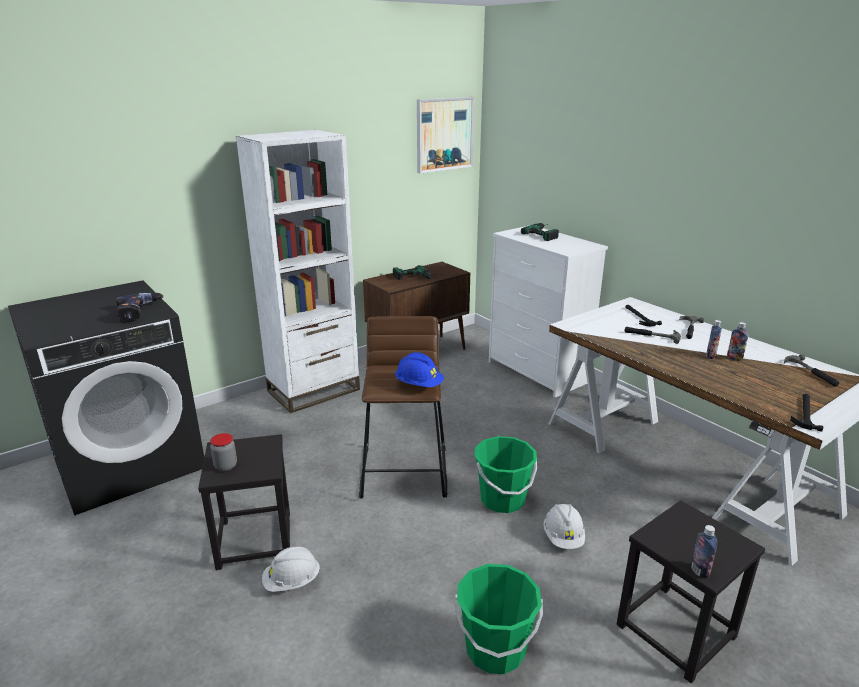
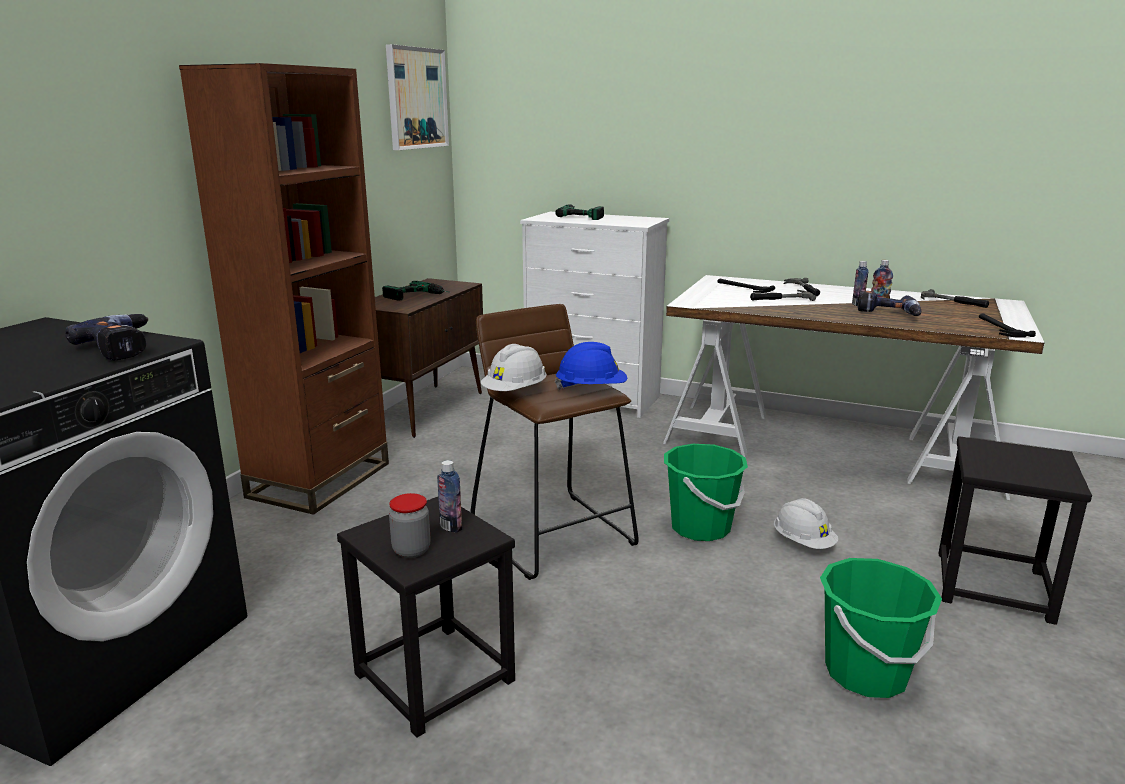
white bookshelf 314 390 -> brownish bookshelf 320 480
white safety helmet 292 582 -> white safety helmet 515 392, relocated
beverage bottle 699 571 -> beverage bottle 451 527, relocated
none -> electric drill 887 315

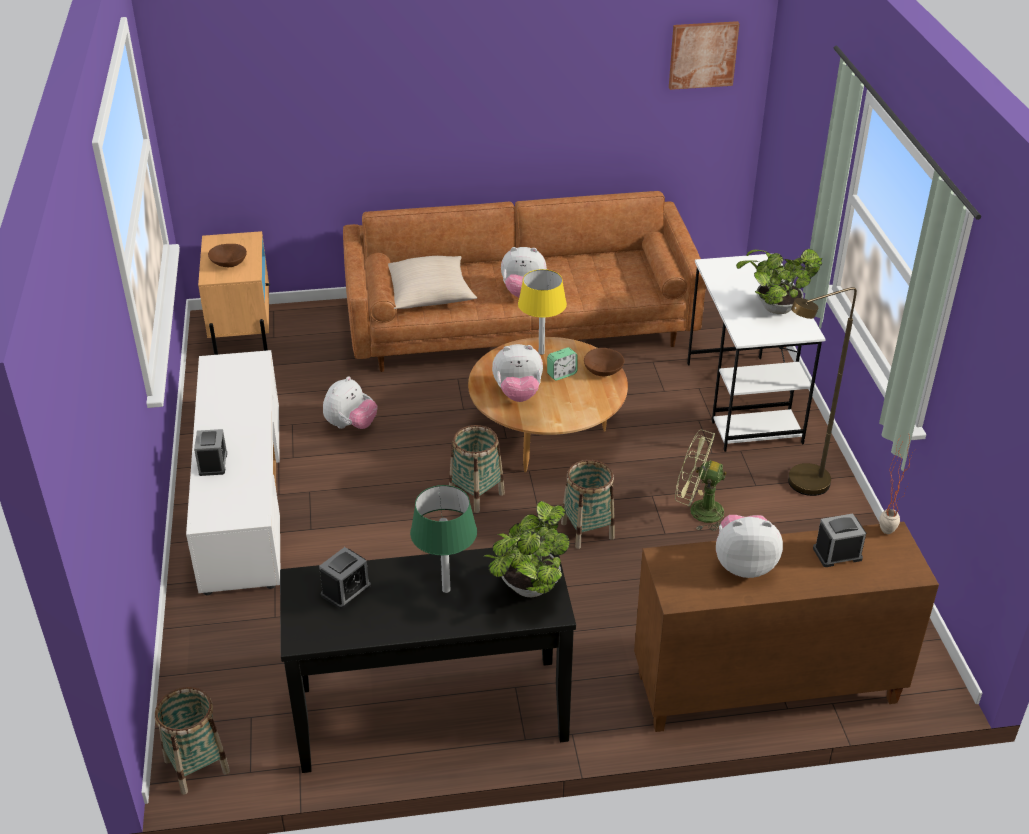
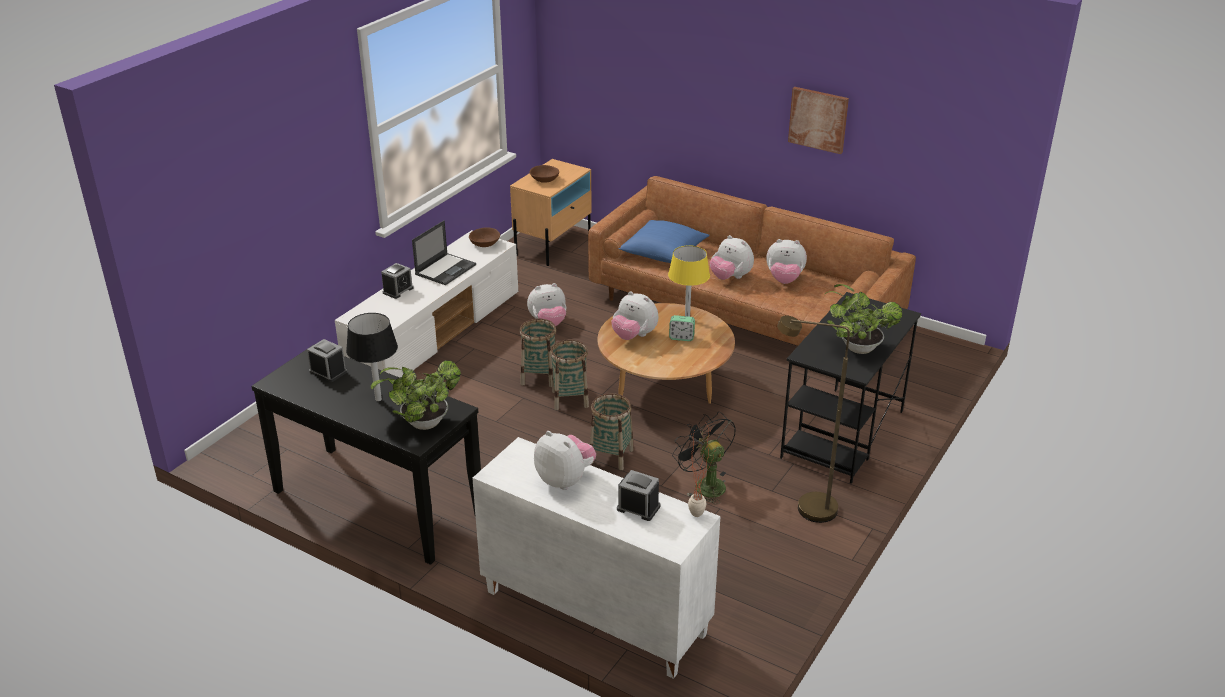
basket 196 766 -> basket 539 377, relocated
alarm clock 346 590 -> alarm clock 328 372, 135 degrees counterclockwise
beige-coloured pillow 428 295 -> blue pillow 664 253
greenish table lamp 446 590 -> black-coloured table lamp 378 399
brownish deep dish 604 370 -> brownish deep dish 485 244, relocated
brownish cupboard 765 689 -> white cupboard 593 613
picture 702 54 -> picture 818 119, relocated
greenish fan 698 511 -> black-coloured fan 704 484
white desk 743 403 -> black-coloured desk 842 434
none -> laptop 446 269
none -> cuddly toy 784 280

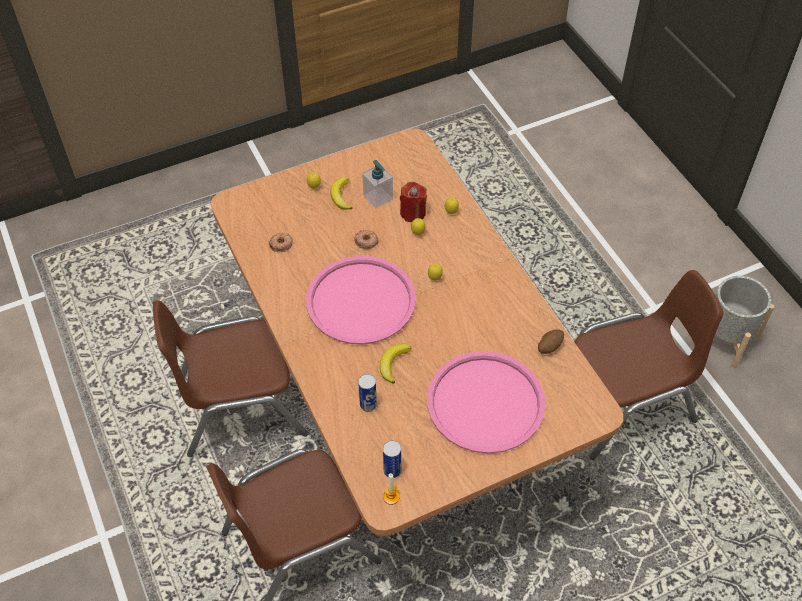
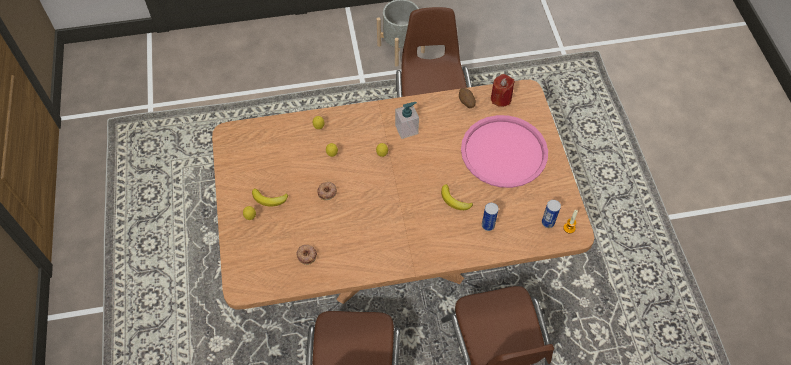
pinkish carrying tray 361 301 -> none
soap bottle 378 197 -> soap bottle 406 129, relocated
reddish candle 413 213 -> reddish candle 501 98, relocated

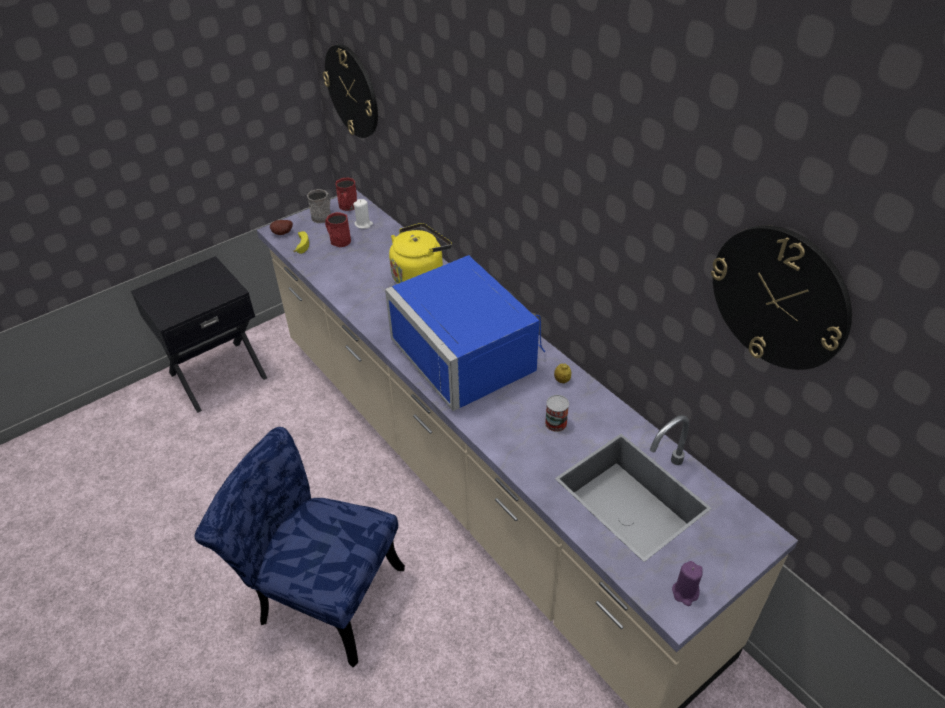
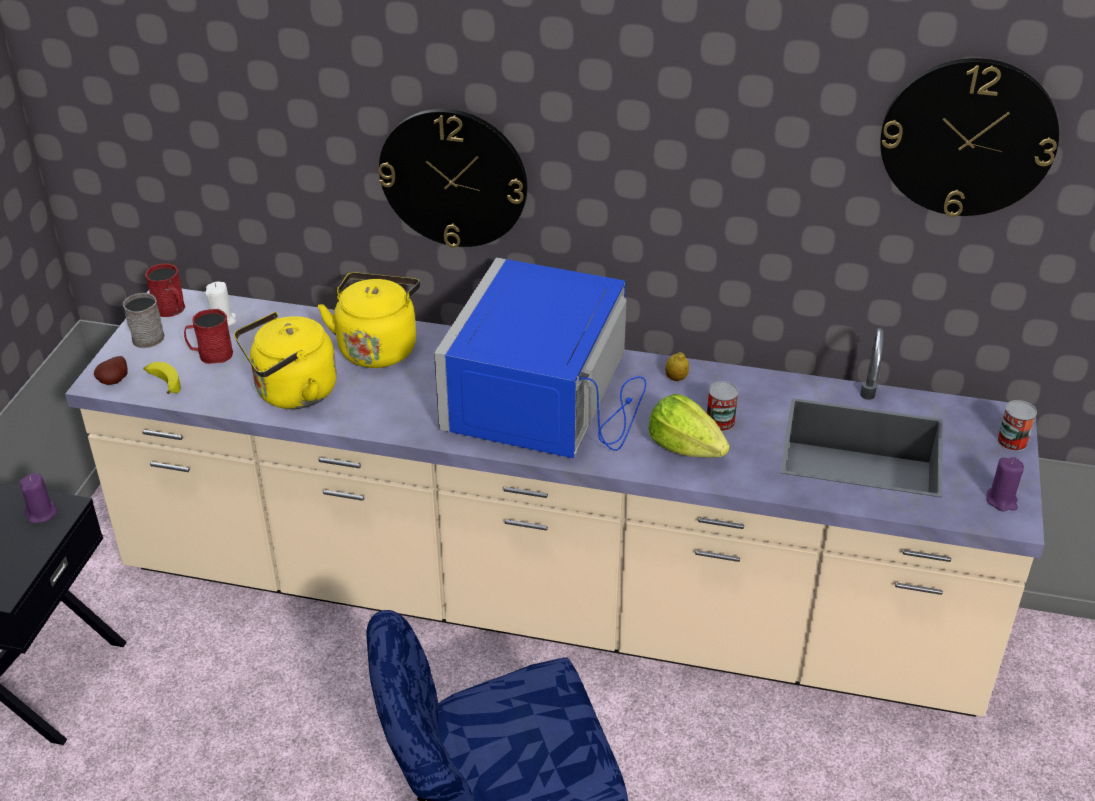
wall clock 352 91 -> wall clock 453 178, relocated
blue microwave 472 354 -> blue microwave 548 400, 90 degrees clockwise
none -> purple candle 42 513
none -> yellow-coloured water kettle 292 393
none -> lettuce head 685 447
none -> sealed can 1012 441

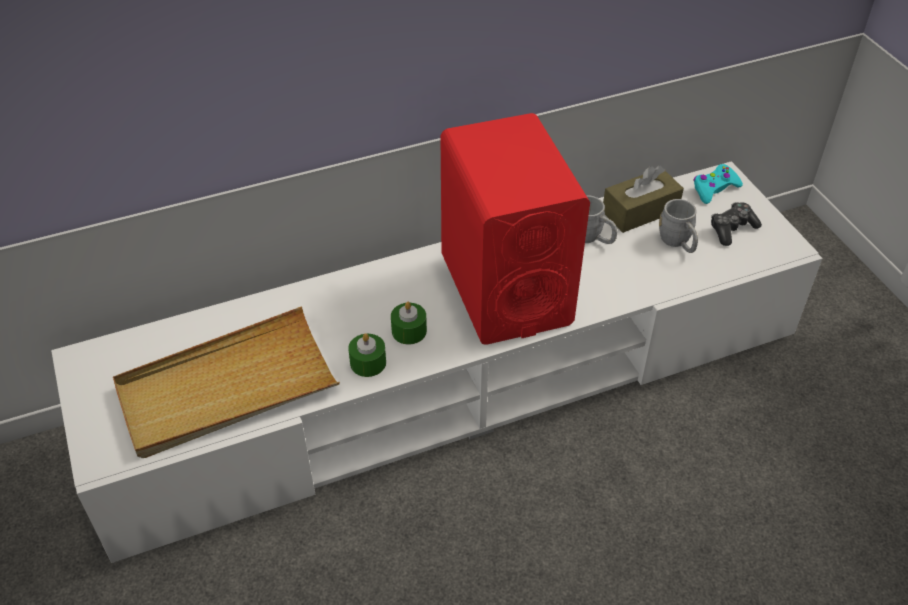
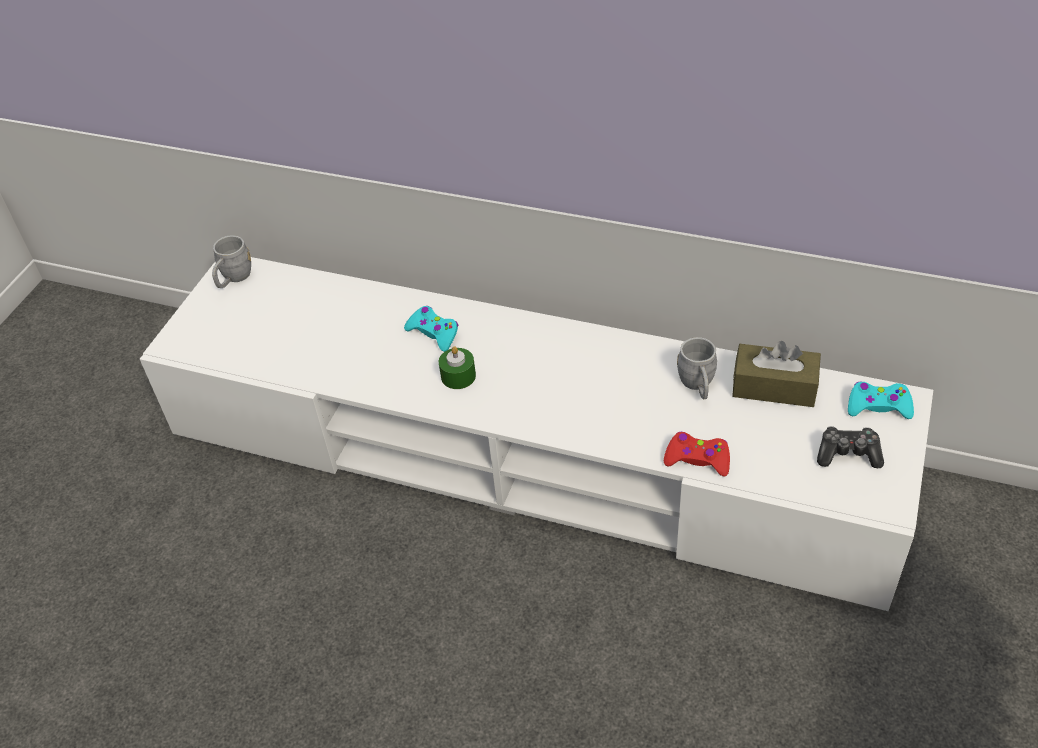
beige-coloured carrying tray 226 388 -> none
greenish candle 368 362 -> none
reddish loudspeaker 505 289 -> none
grey coffee mug 678 243 -> grey coffee mug 233 279, relocated
none -> blue-green game controller 434 333
none -> reddish game controller 697 459

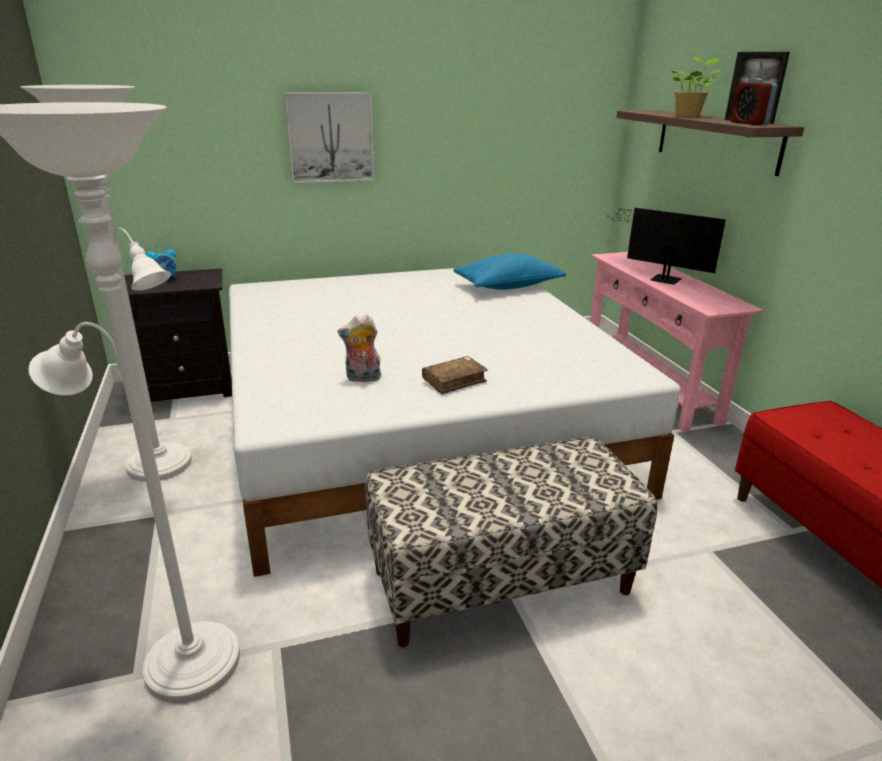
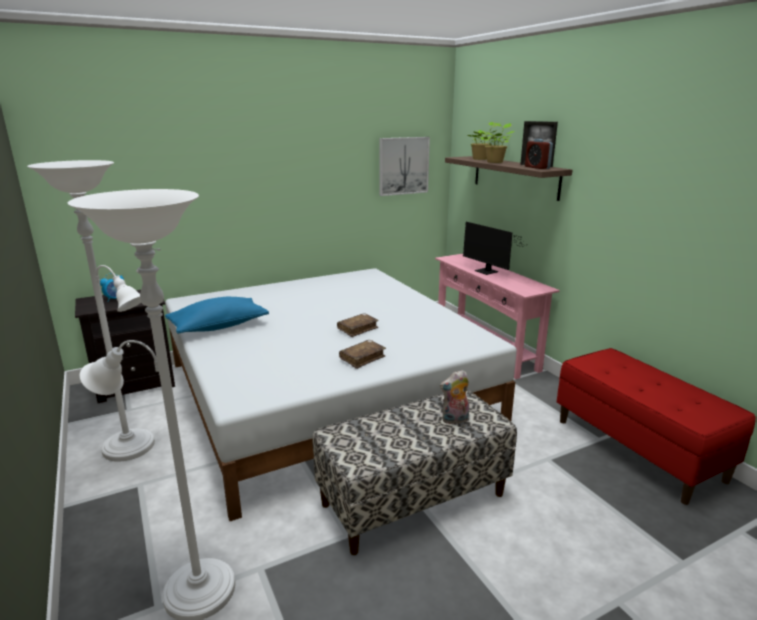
picture 330 138 -> picture 403 166, relocated
cuddly toy 362 378 -> cuddly toy 455 420, relocated
blue pillow 508 286 -> blue pillow 218 326, relocated
computer screen 661 278 -> computer screen 488 272, 150 degrees counterclockwise
none -> brownish volume 357 329
none -> houseplant 481 159

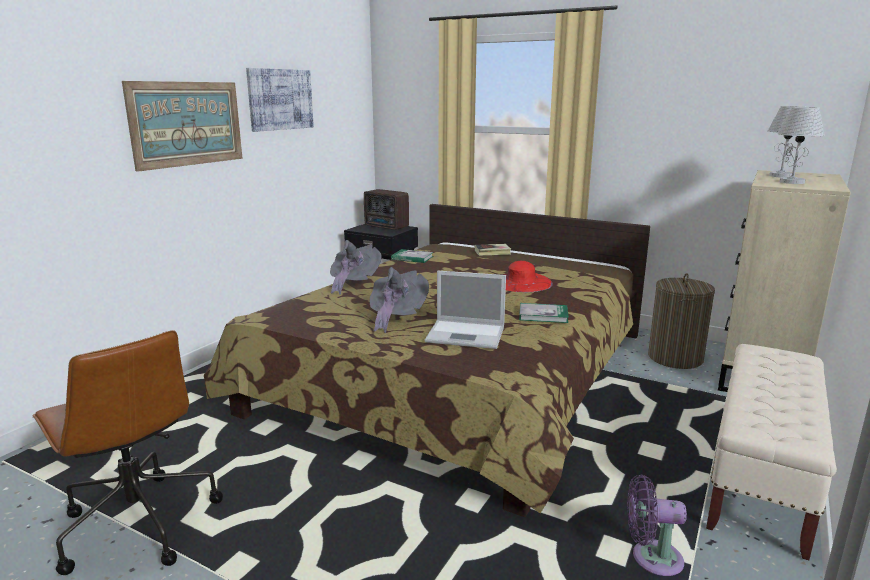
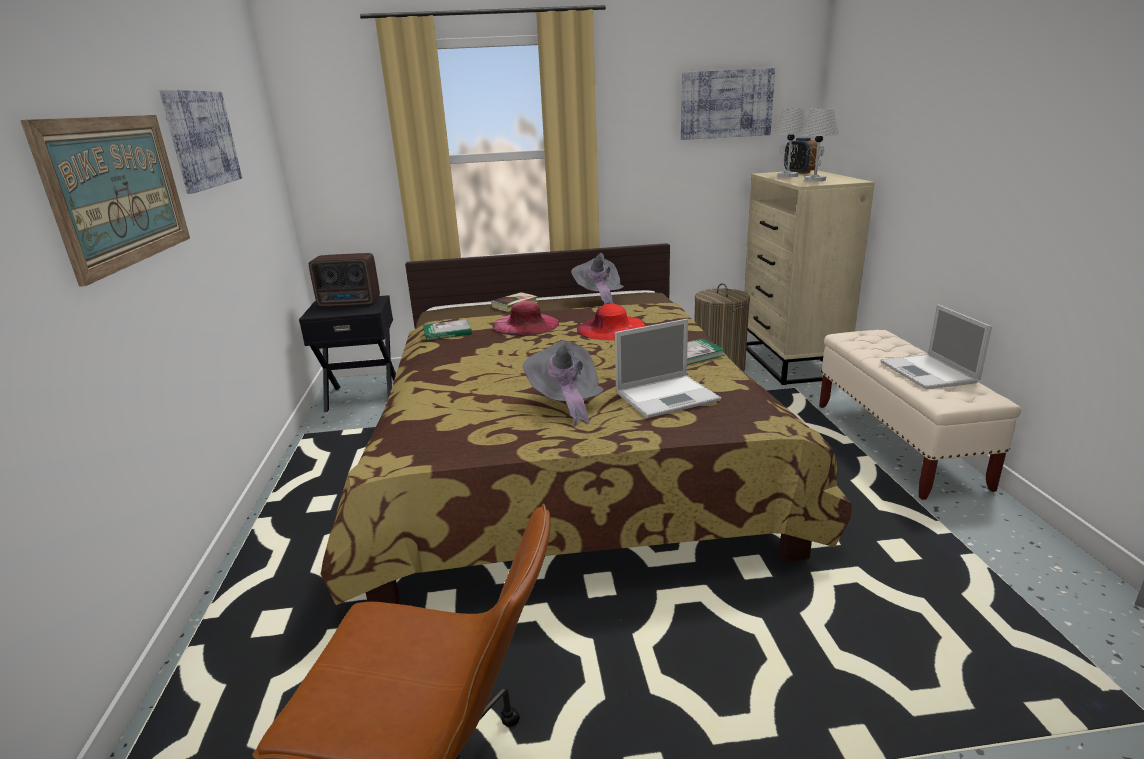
grey wearable hat 353 283 -> grey wearable hat 598 296, relocated
purple fan 651 558 -> none
none -> pinkish wearable hat 526 324
none -> picture 726 104
none -> alarm clock 799 172
none -> laptop 929 373

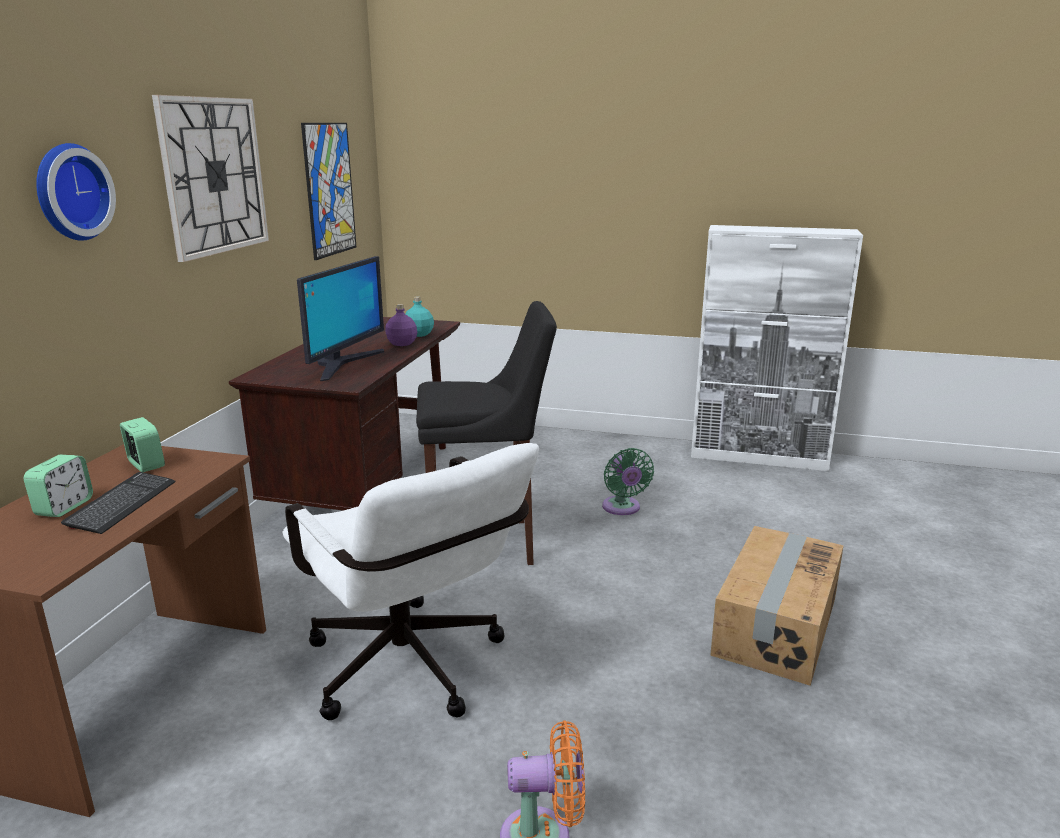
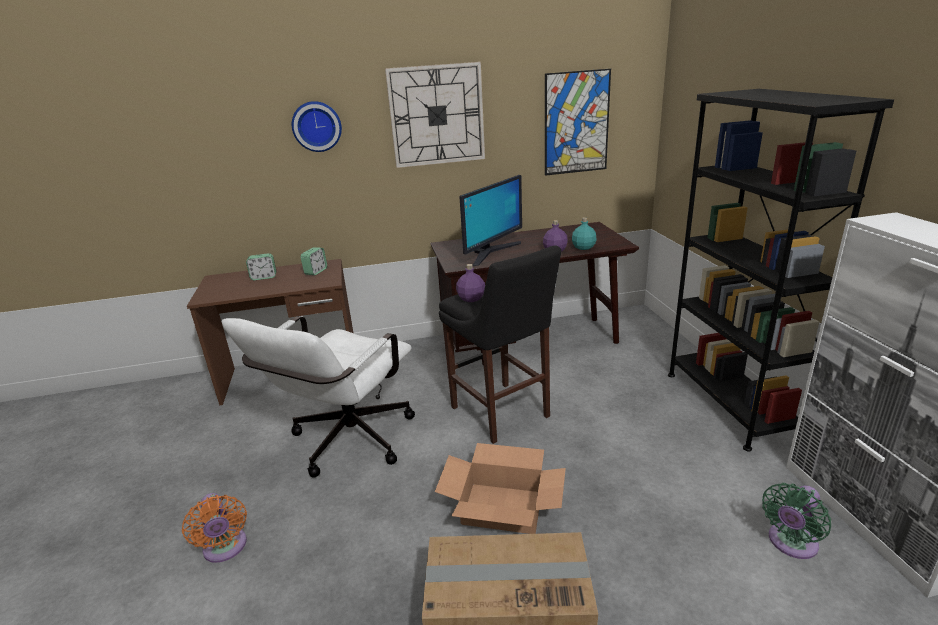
PC keyboard 122 504 -> none
computer screen 343 364 -> computer screen 491 252, 45 degrees counterclockwise
greenish fan 622 508 -> greenish fan 790 543, relocated
none -> carton 502 507
none -> purple beverage bottle 471 299
none -> black-coloured bookshelf 729 403

